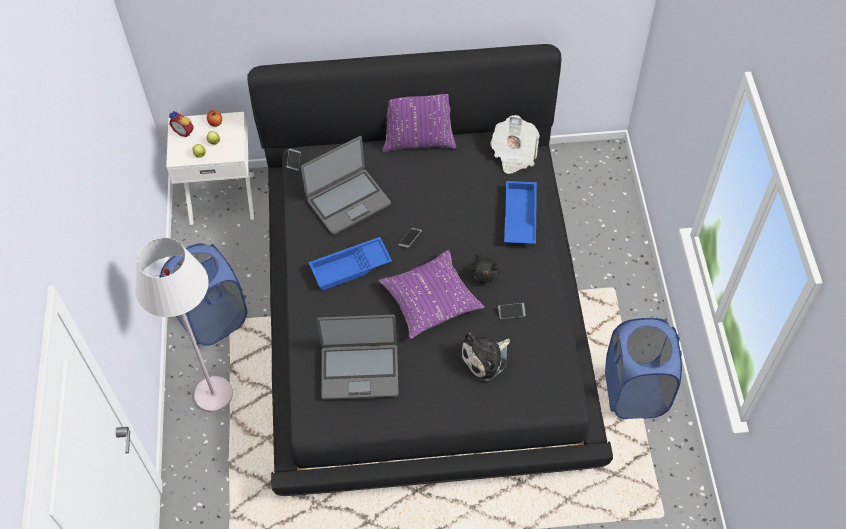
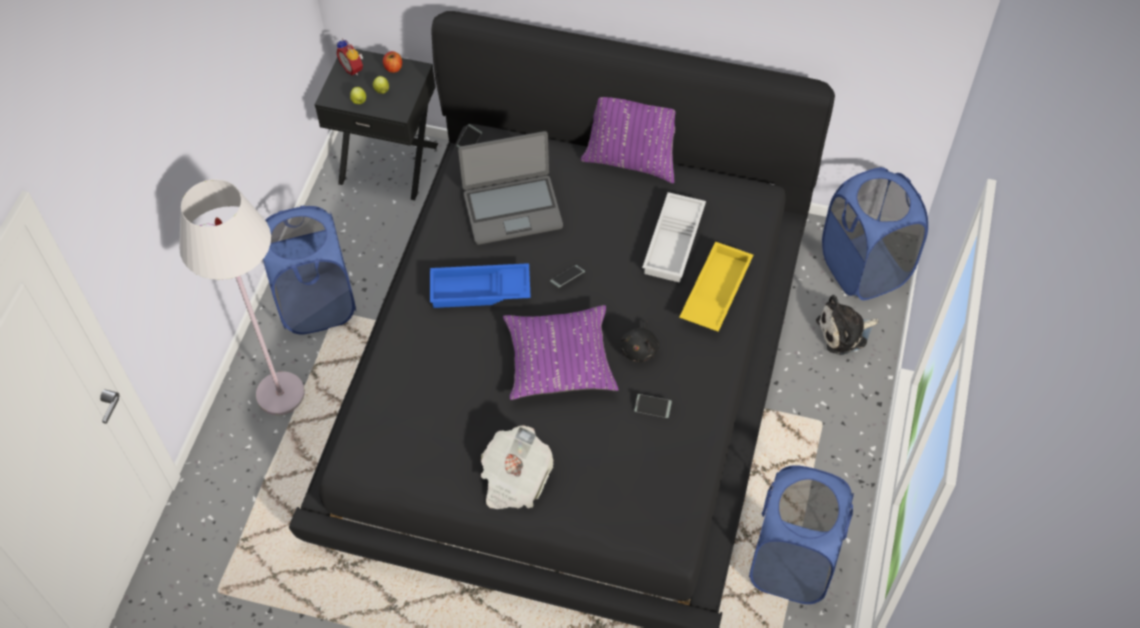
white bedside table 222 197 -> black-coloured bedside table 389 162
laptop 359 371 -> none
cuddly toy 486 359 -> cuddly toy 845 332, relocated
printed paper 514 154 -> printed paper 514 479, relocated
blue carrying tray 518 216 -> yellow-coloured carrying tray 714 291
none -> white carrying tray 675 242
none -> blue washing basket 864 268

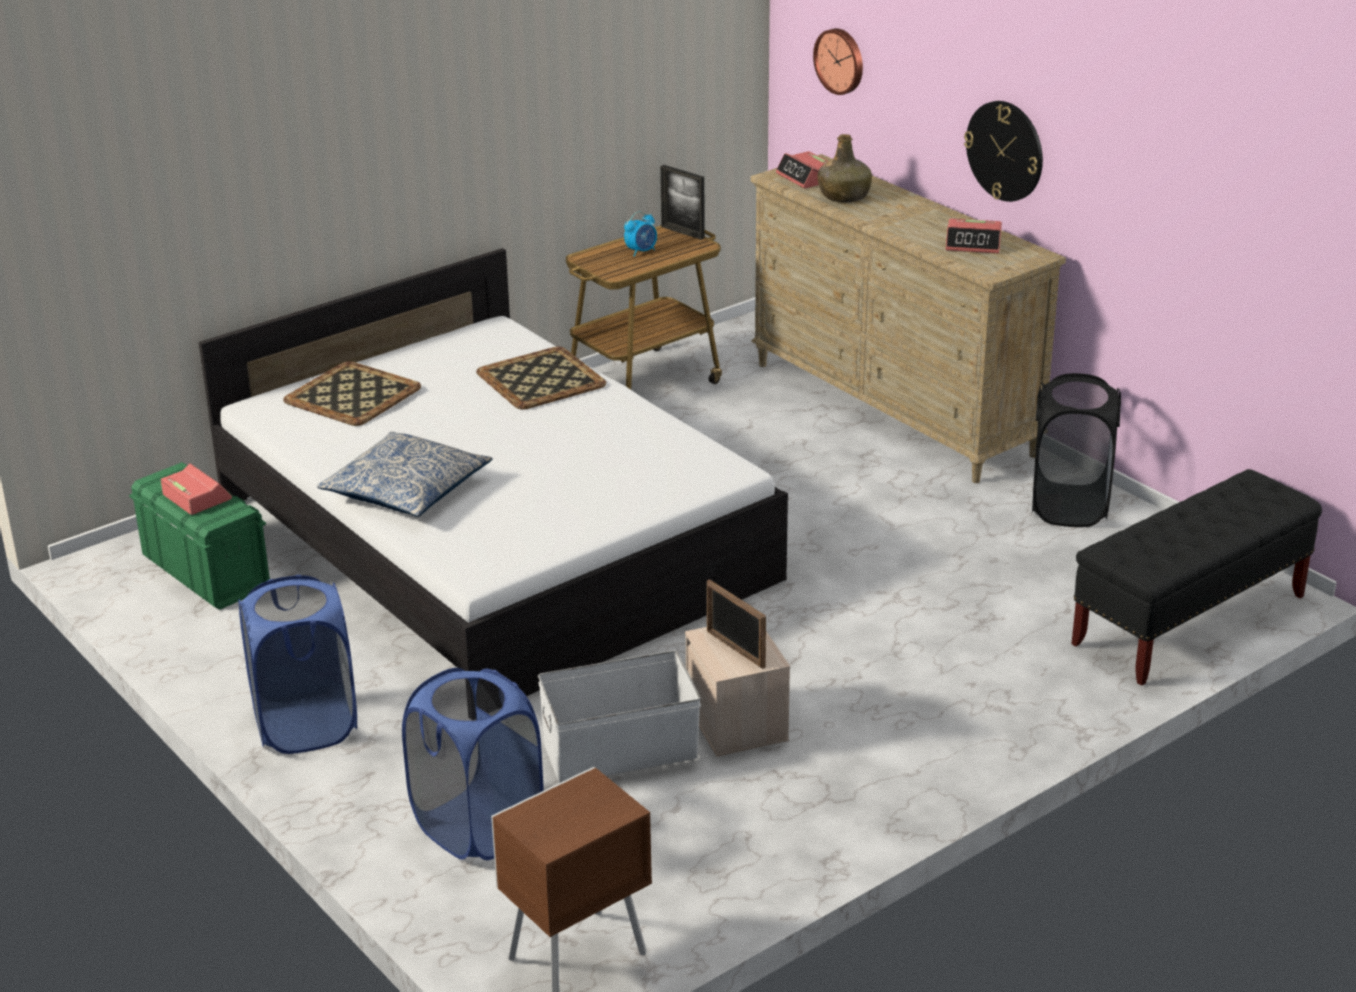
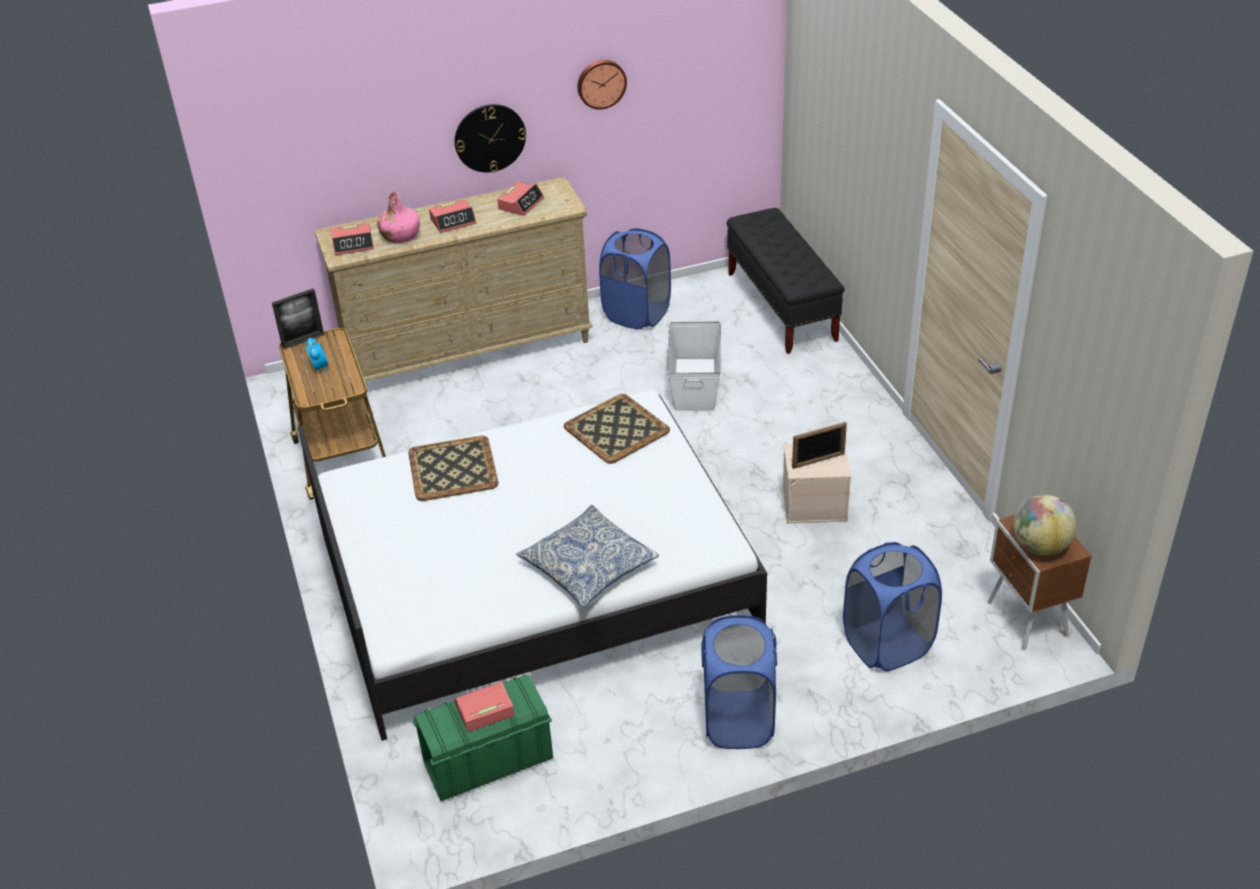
carrying tray 354 394 -> carrying tray 616 428, relocated
white storage container 621 751 -> white storage container 695 384, relocated
wall clock 840 60 -> wall clock 601 83, relocated
greenish beverage bottle 844 196 -> pinkish beverage bottle 400 236
black-coloured washing basket 1069 506 -> blue washing basket 637 314
none -> alarm clock 453 221
none -> globe 1040 546

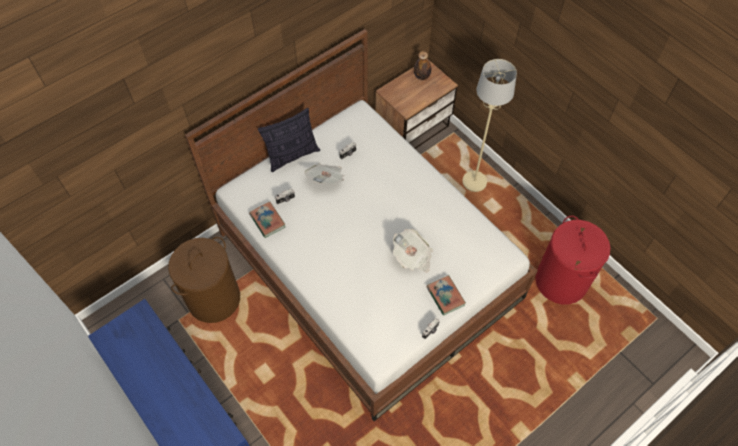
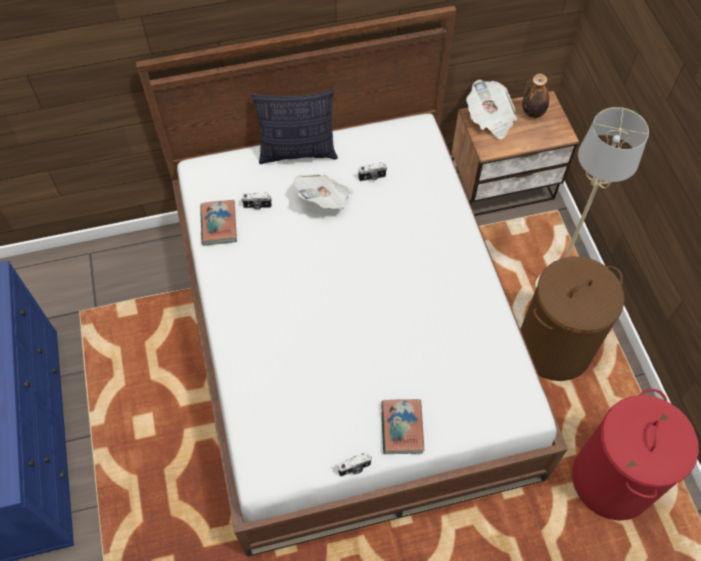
brownish washing basket 213 298 -> brownish washing basket 554 346, relocated
printed paper 412 257 -> printed paper 490 119, relocated

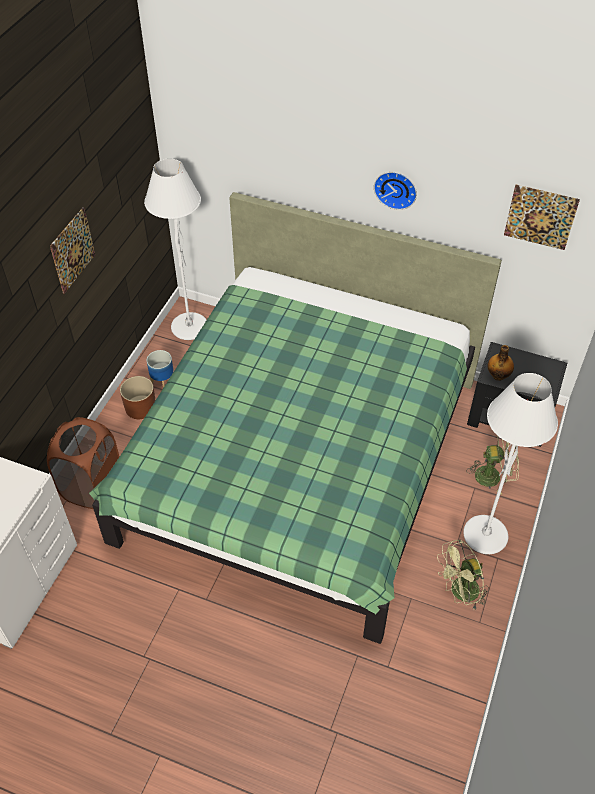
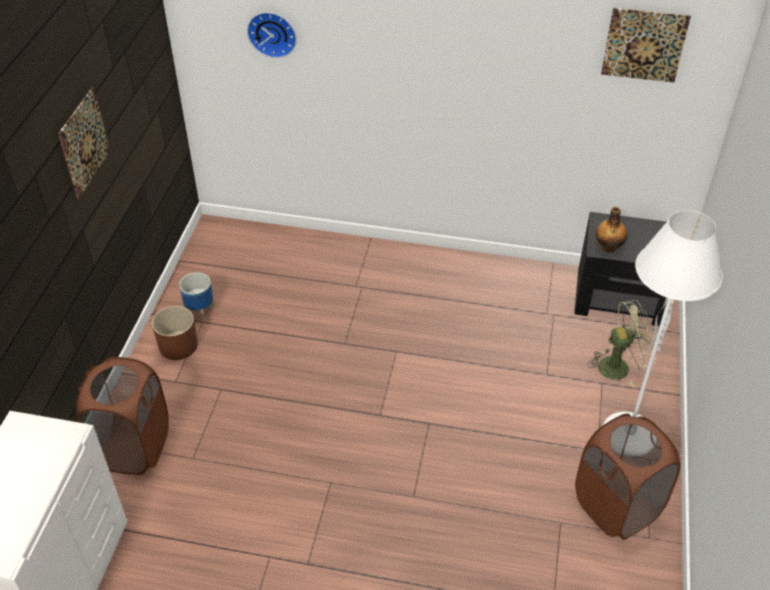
greenish bed 299 459 -> none
white floor lamp 189 327 -> none
wall clock 396 188 -> wall clock 273 33, relocated
greenish fan 460 593 -> brownish washing basket 616 506

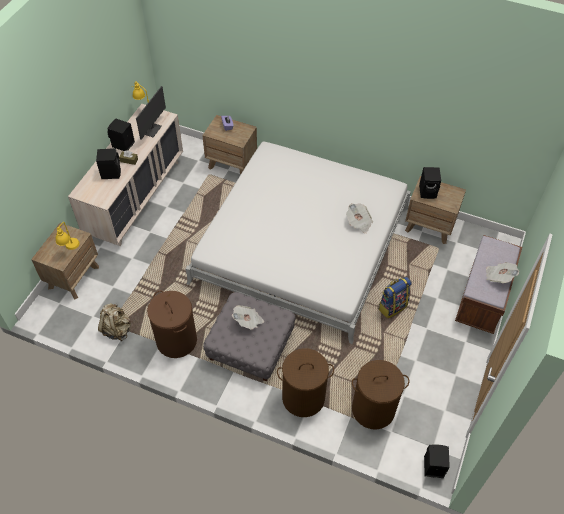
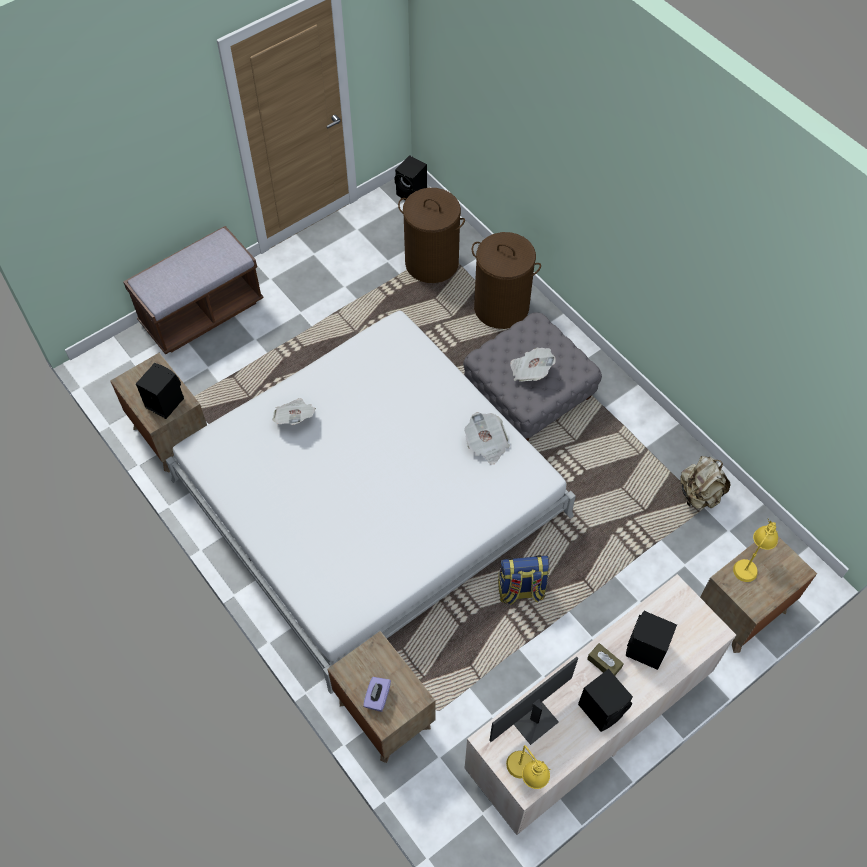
brownish washing basket 176 340 -> none
backpack 392 306 -> backpack 520 591, relocated
printed paper 499 276 -> printed paper 486 444, relocated

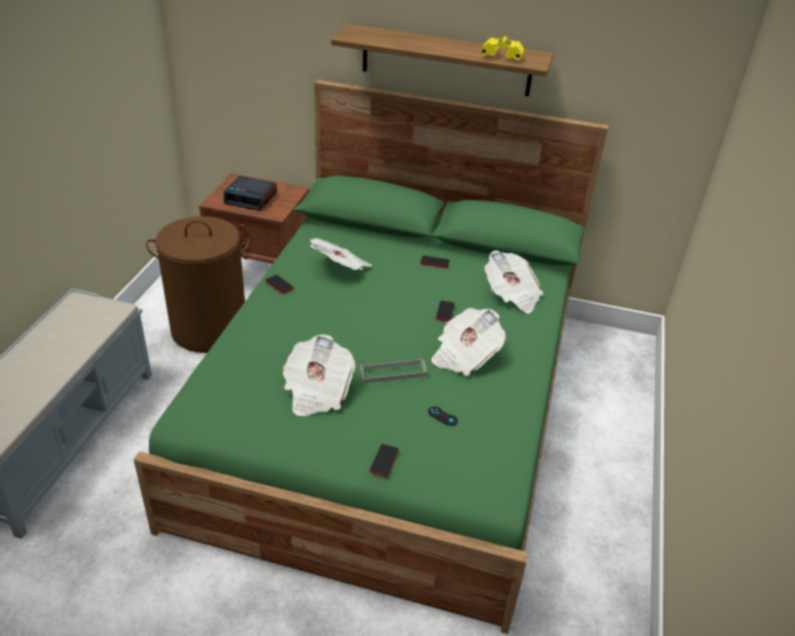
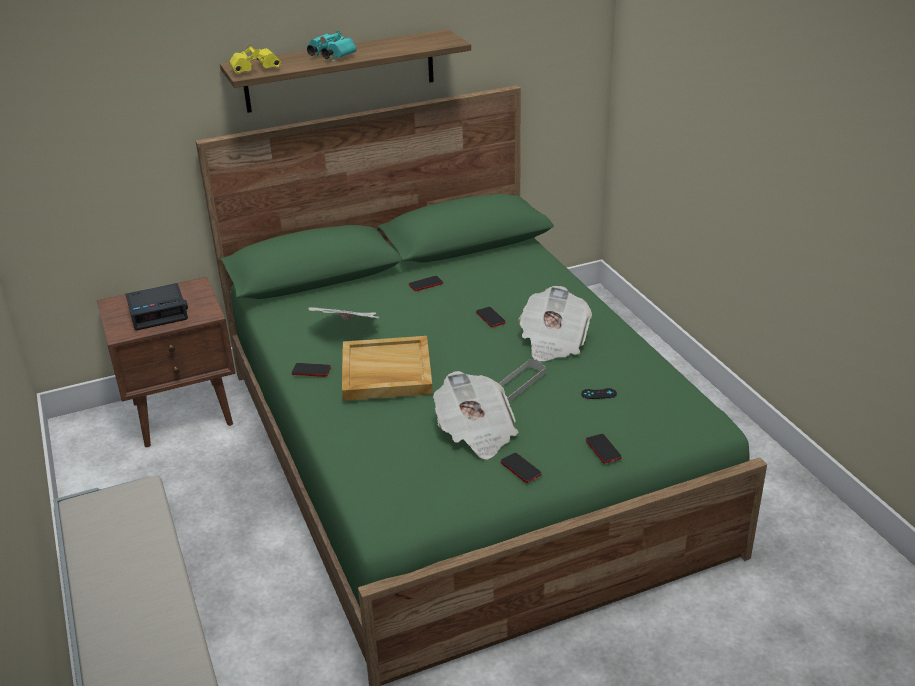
brownish washing basket 209 330 -> none
yellow-coloured field glasses 503 57 -> yellow-coloured field glasses 256 70, relocated
printed paper 512 295 -> none
none -> blue-green field glasses 330 56
none -> beige-coloured carrying tray 386 372
none -> telephone 520 468

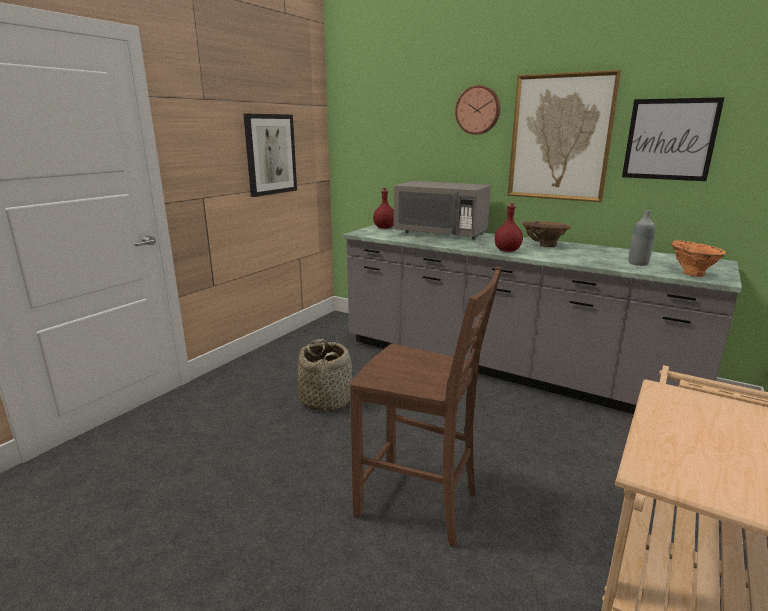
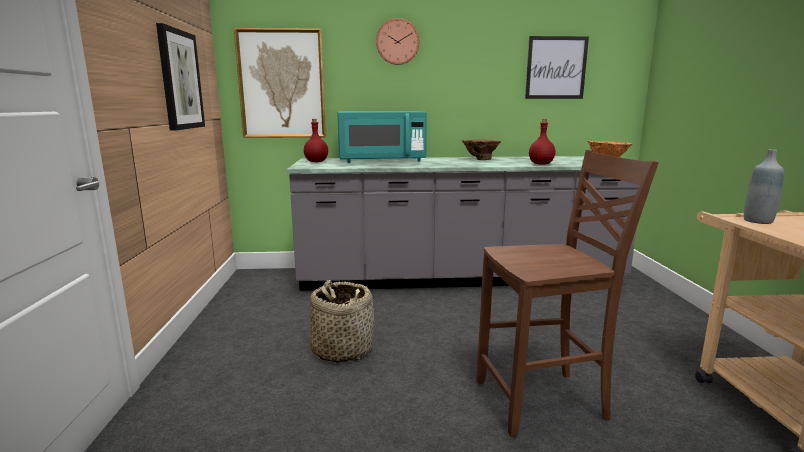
grey microwave 440 234 -> blue-green microwave 381 160
reddish beverage bottle 507 251 -> reddish beverage bottle 541 164, relocated
picture 560 138 -> picture 282 84, relocated
grey beverage bottle 638 263 -> grey beverage bottle 758 221, relocated

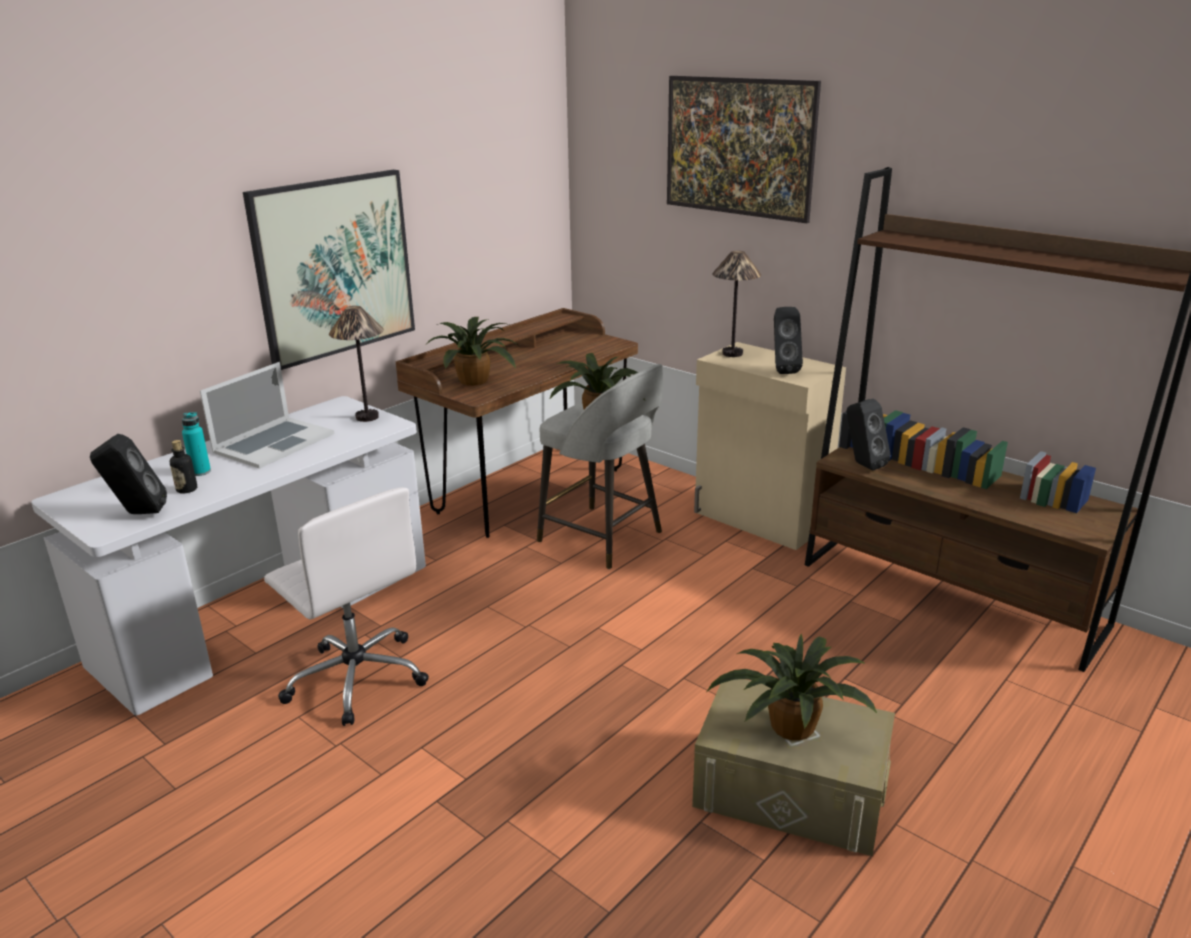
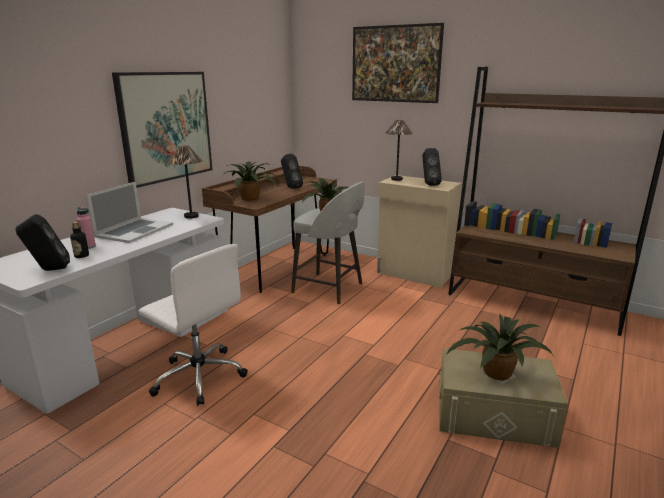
blue-green beverage bottle 201 472 -> pinkish beverage bottle 89 246
black-coloured loudspeaker 862 464 -> black-coloured loudspeaker 290 188, relocated

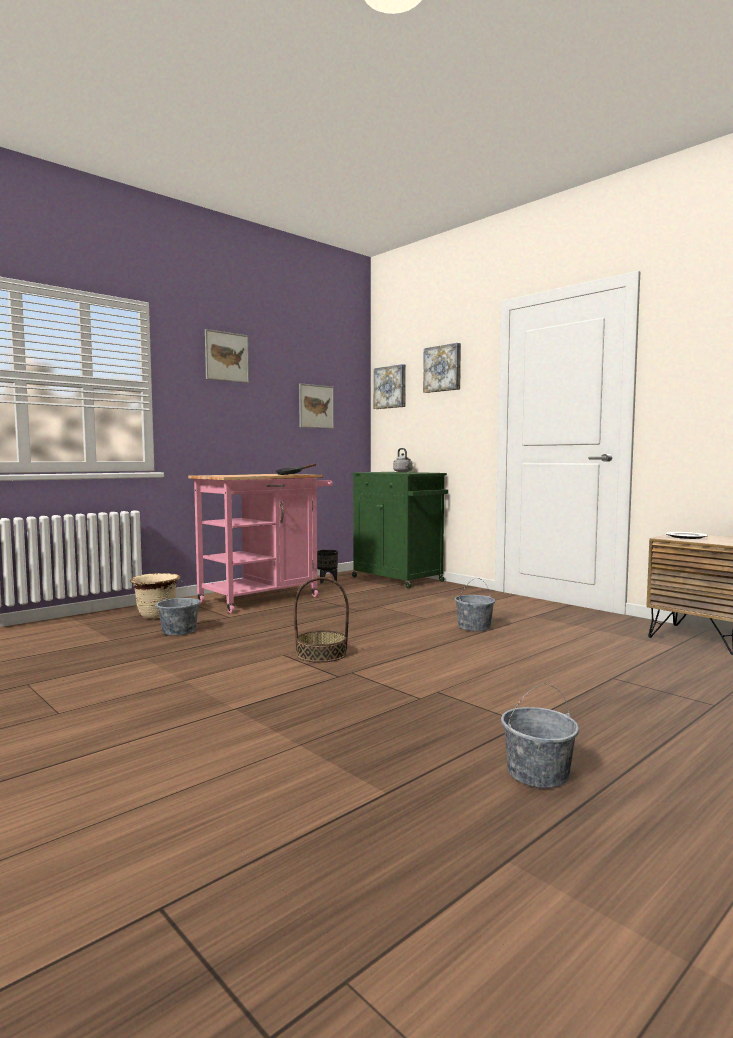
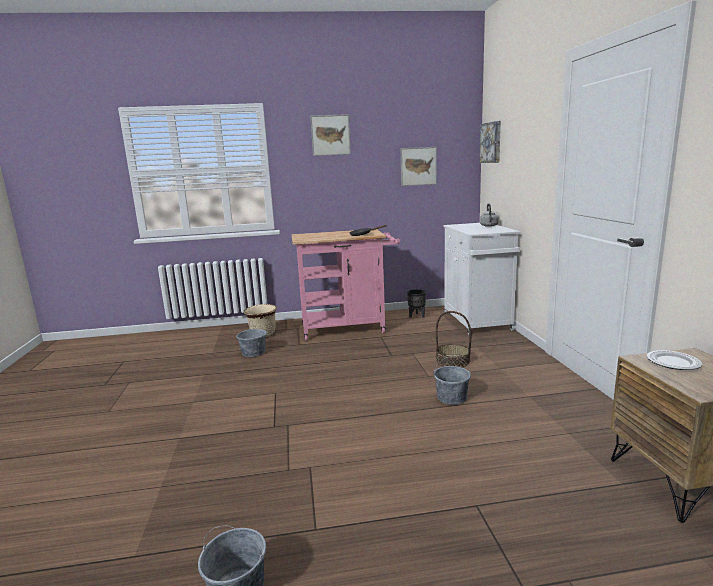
basket 321 654 -> basket 453 361, relocated
greenish cupboard 399 579 -> white cupboard 477 322
picture 443 368 -> none

